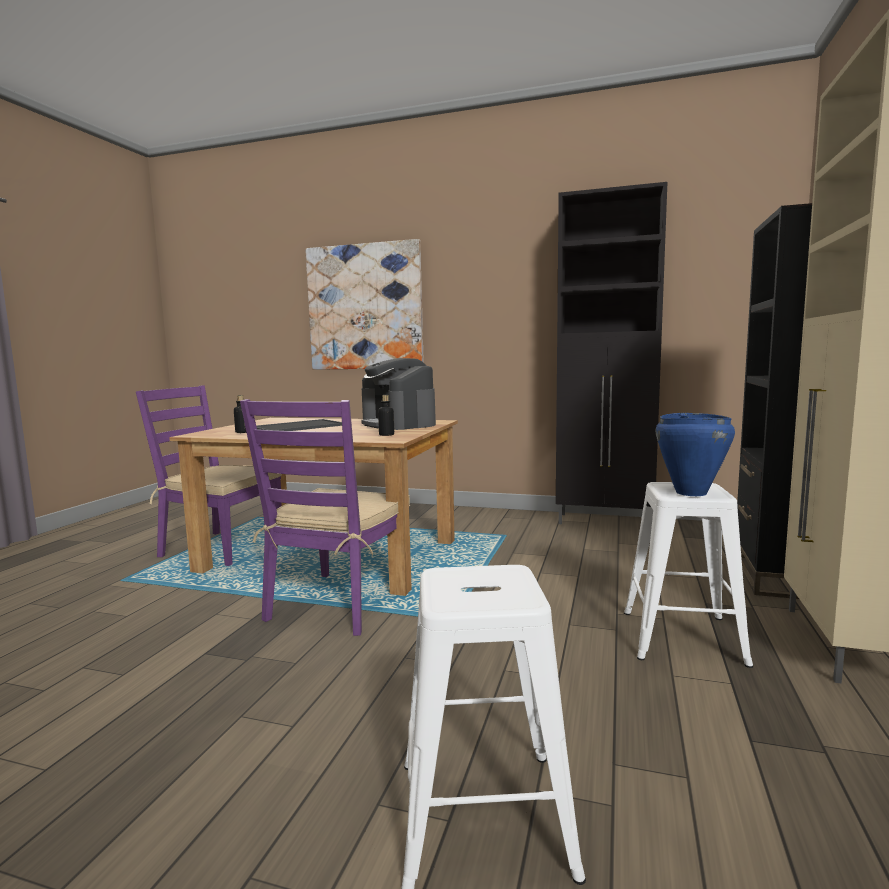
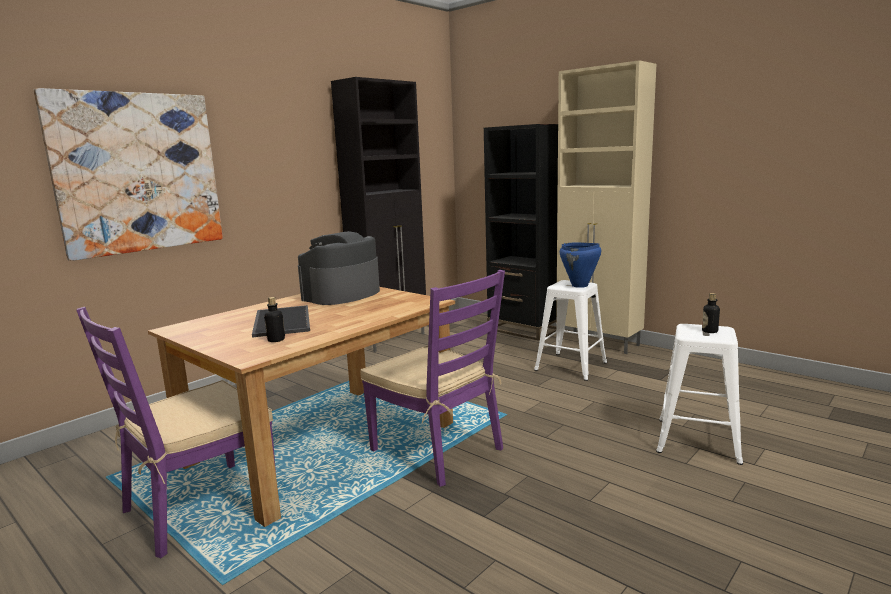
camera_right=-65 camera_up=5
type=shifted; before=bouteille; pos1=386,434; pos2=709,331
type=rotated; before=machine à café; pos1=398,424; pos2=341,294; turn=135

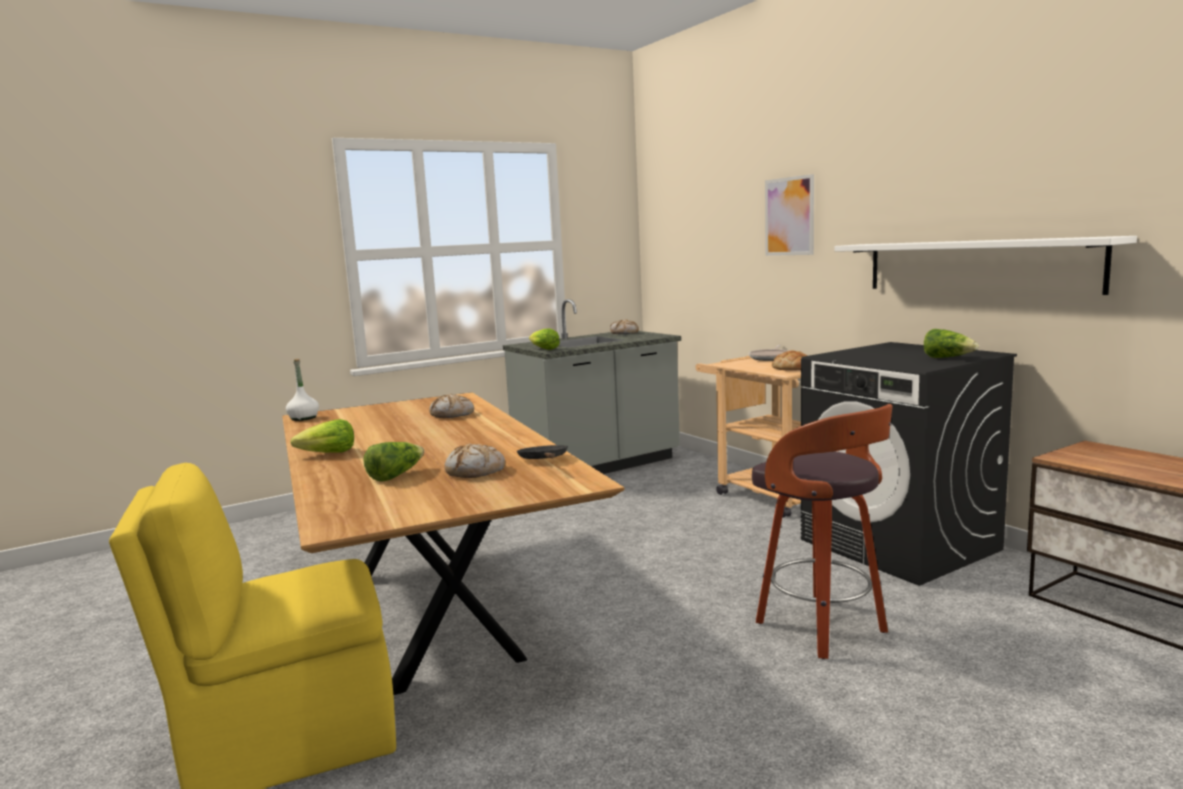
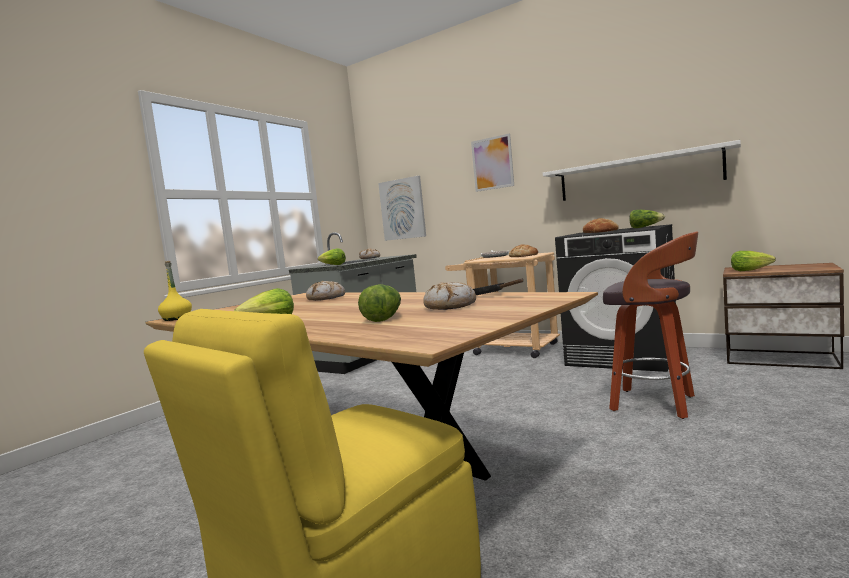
camera_right=-25 camera_up=-5
type=new; after=tableau; pos2=402,209
type=new; after=pain; pos2=600,232
type=new; after=laitue; pos2=750,270
type=repainted; before=bouteille (blanc); after=bouteille (jaune); pos1=303,418; pos2=177,318

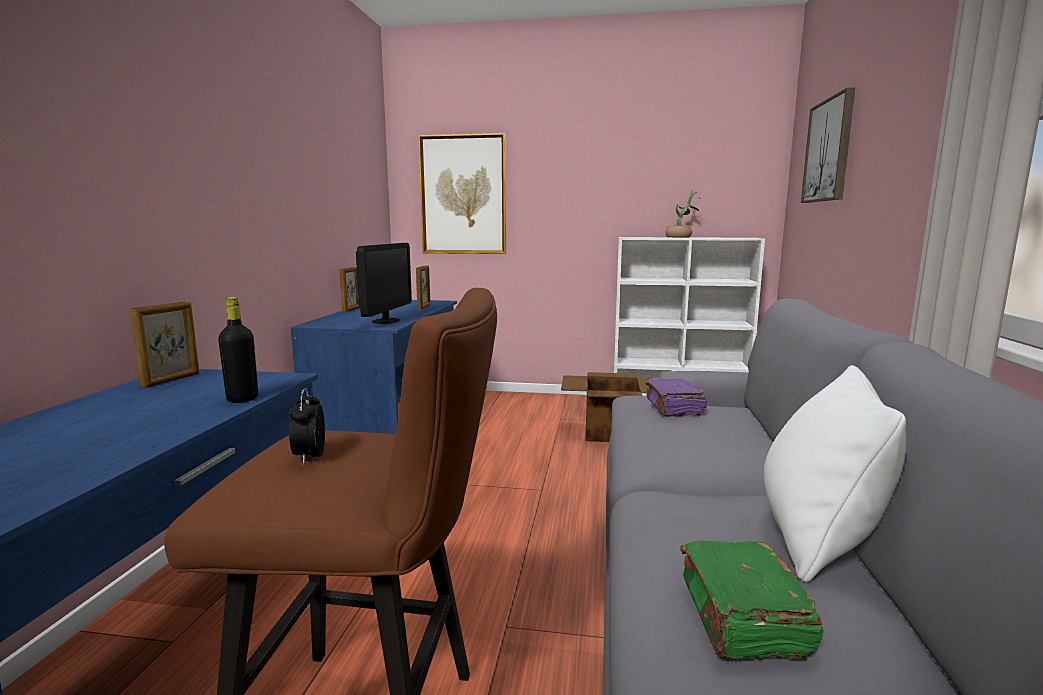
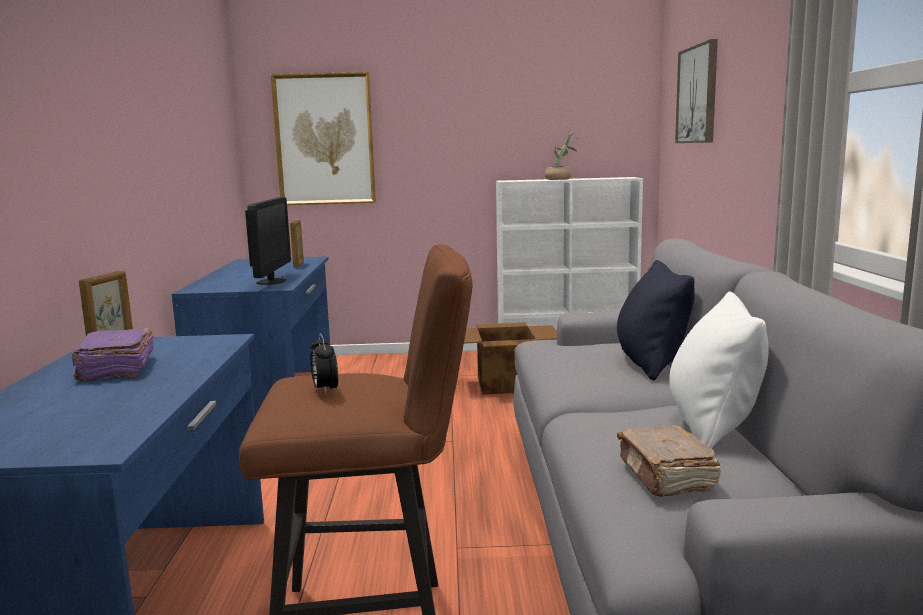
camera_right=-10 camera_up=0
type=gone; before=bouteille (noir); pos1=242,399
type=gone; before=cadre photo; pos1=352,309
type=new; after=coussin (noir); pos2=651,364
type=shifted; before=livre (violet); pos1=674,408; pos2=116,369
type=repainted; before=livre (vert); after=livre (marron); pos1=742,618; pos2=666,476

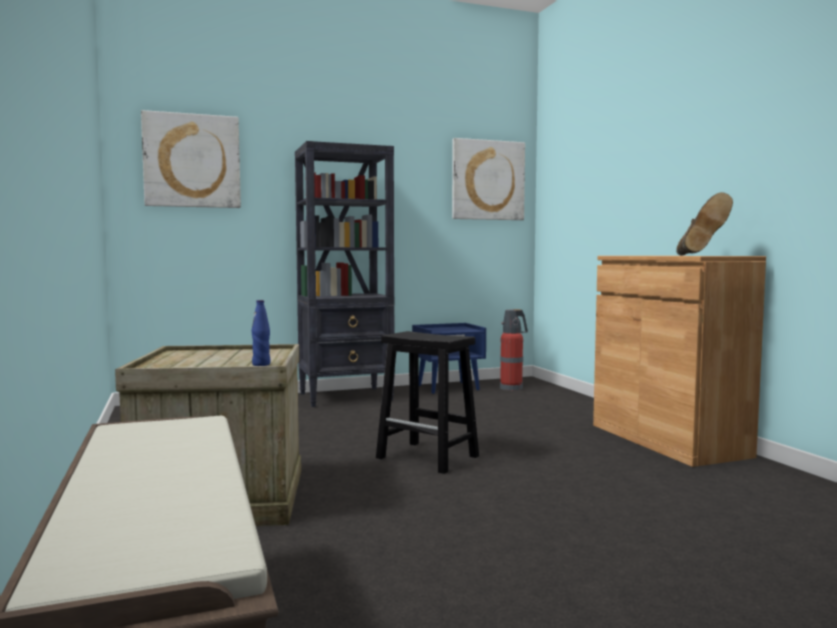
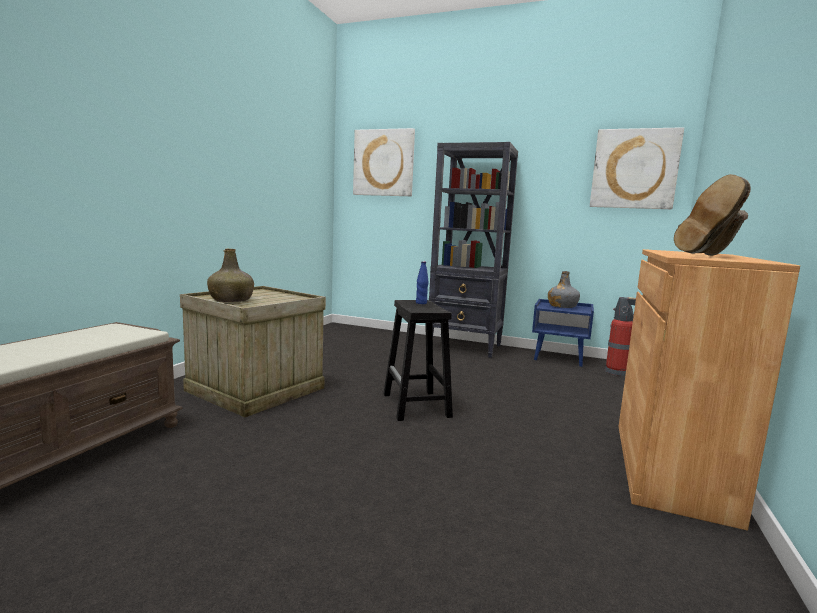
camera_right=40 camera_up=5
type=new; after=bouteille (vert); pos2=231,300
type=new; after=bouteille (gris); pos2=562,306
type=shifted; before=bouteille (bleu); pos1=261,364; pos2=421,303

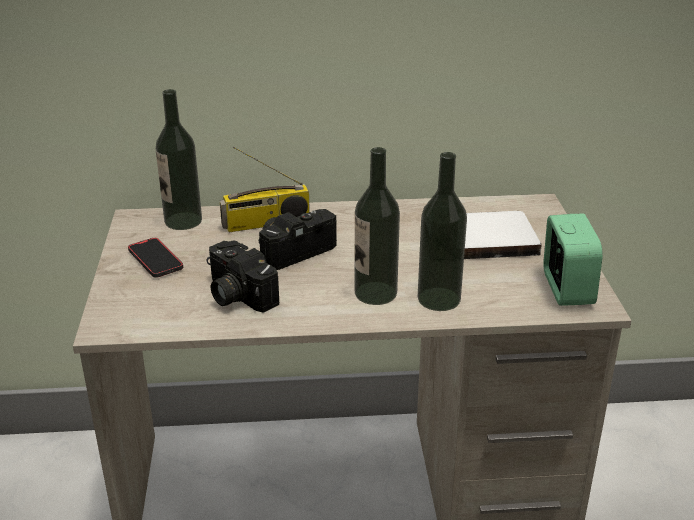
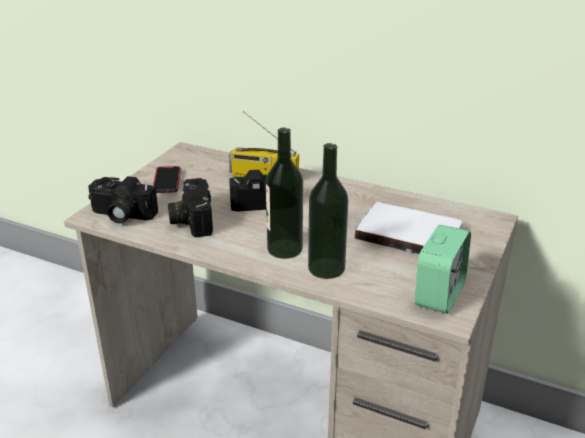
camera_right=30 camera_up=0
type=gone; before=bouteille; pos1=183,221
type=new; after=appareil photo; pos2=121,215

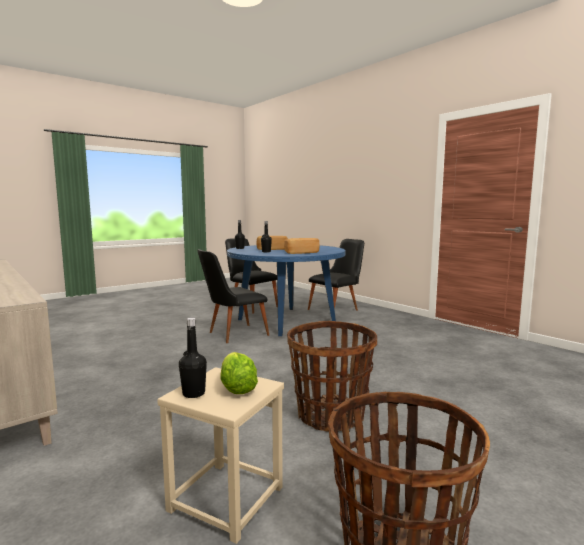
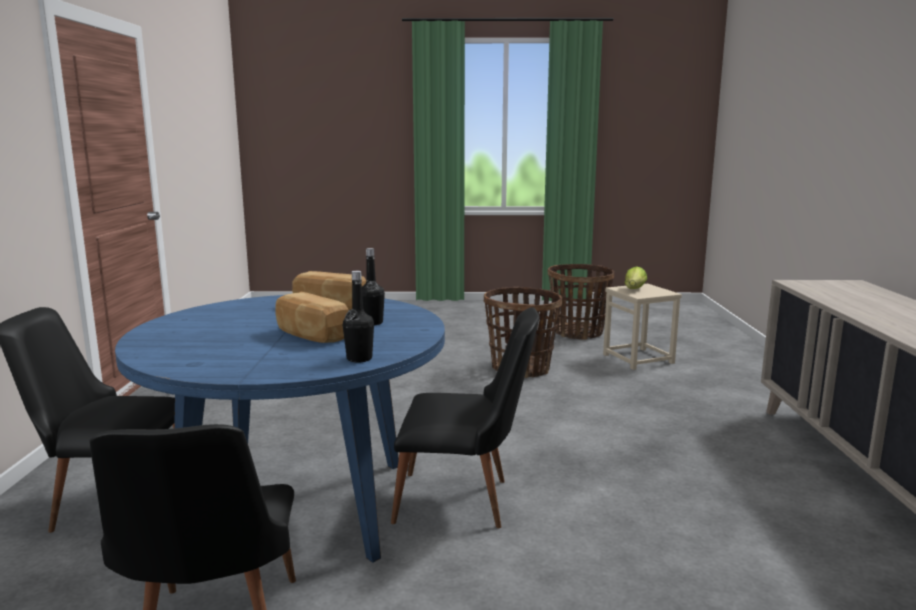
camera_right=-140 camera_up=5
type=gone; before=bouteille (noir); pos1=193,393

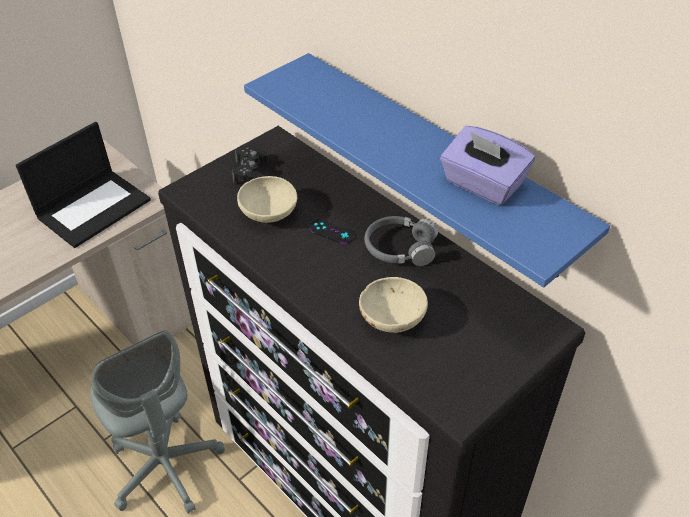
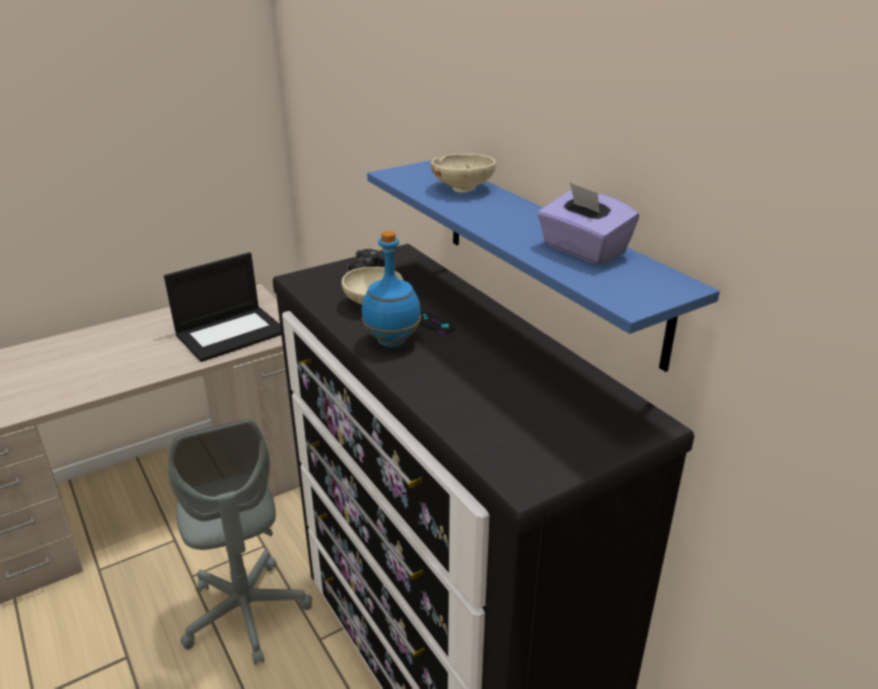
camera_right=10 camera_up=-15
type=gone; before=casque audio (gris); pos1=400,248
type=new; after=bouteille (bleu); pos2=391,342
type=shifted; before=bol (beige); pos1=392,318; pos2=463,188

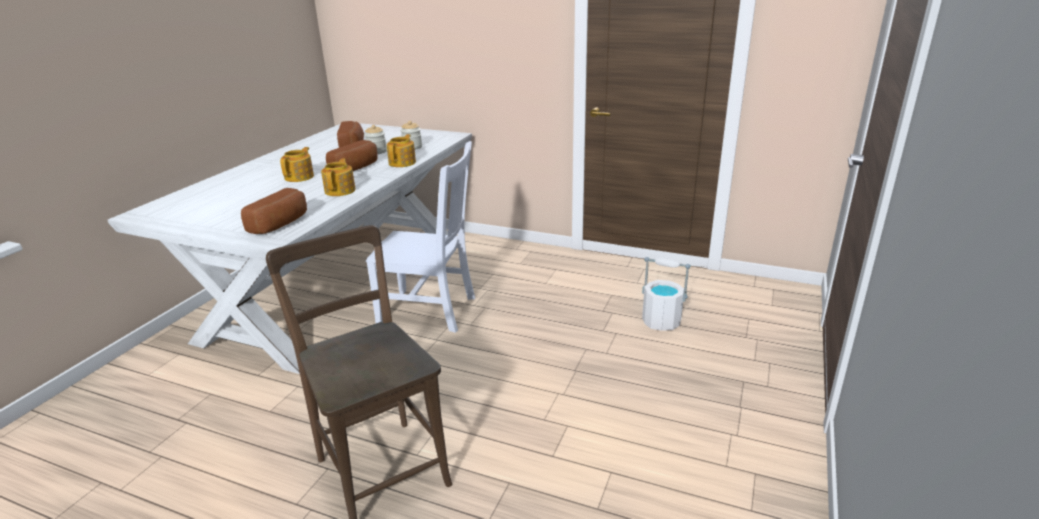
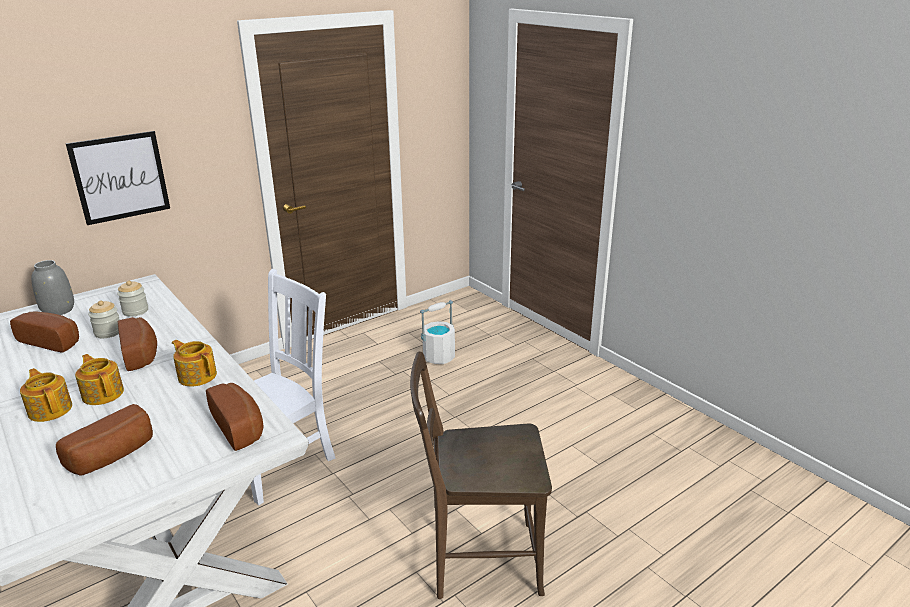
camera_right=-60 camera_up=0
type=new; after=vase (gris); pos2=58,310
type=new; after=pain; pos2=114,456
type=new; after=tableau; pos2=120,177
type=shifted; before=théière; pos1=403,162; pos2=50,409

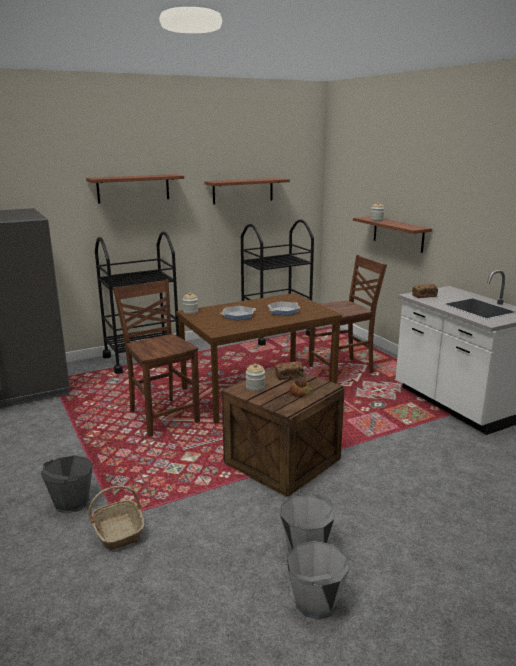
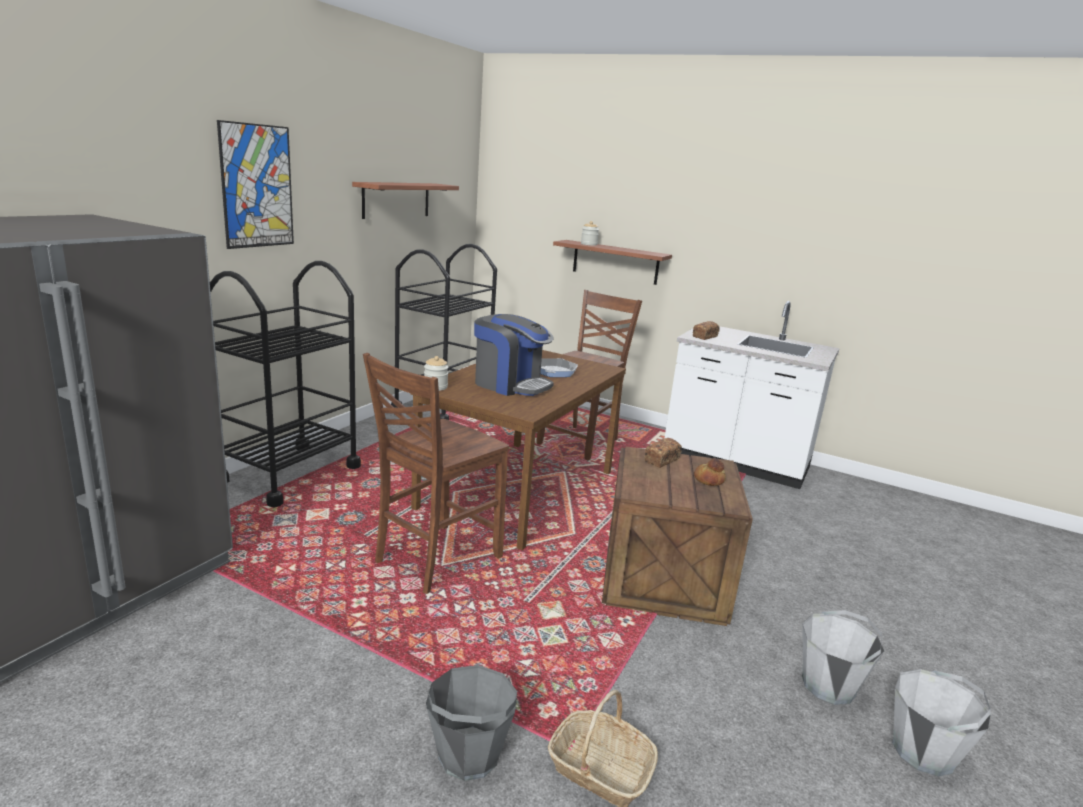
camera_right=-35 camera_up=0
type=gone; before=bocal; pos1=255,387
type=swapped; before=étagère; after=tableau; pos1=133,188; pos2=257,186
type=swapped; before=poêle; after=machine à café; pos1=238,315; pos2=510,384
type=rotated; before=chaise (marron); pos1=162,416; pos2=435,559; turn=-75

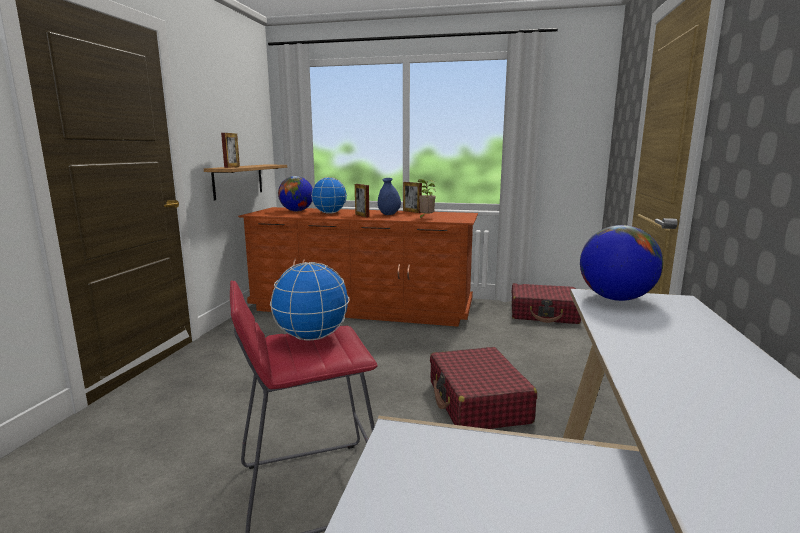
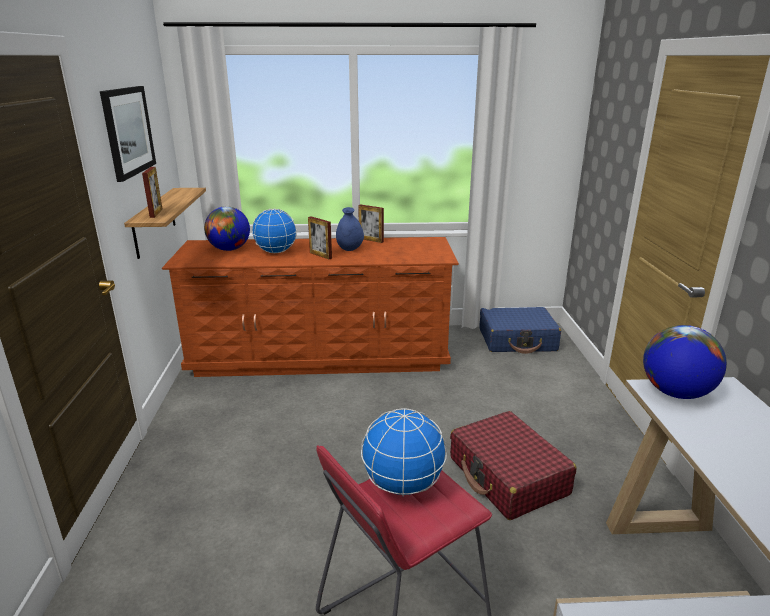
camera_right=-15 camera_up=10
type=gone; before=plante en pot; pos1=425,218
type=new; after=tableau; pos2=128,131
type=repainted; before=valise (rouge); after=valise (bleu); pos1=544,313; pos2=517,340

